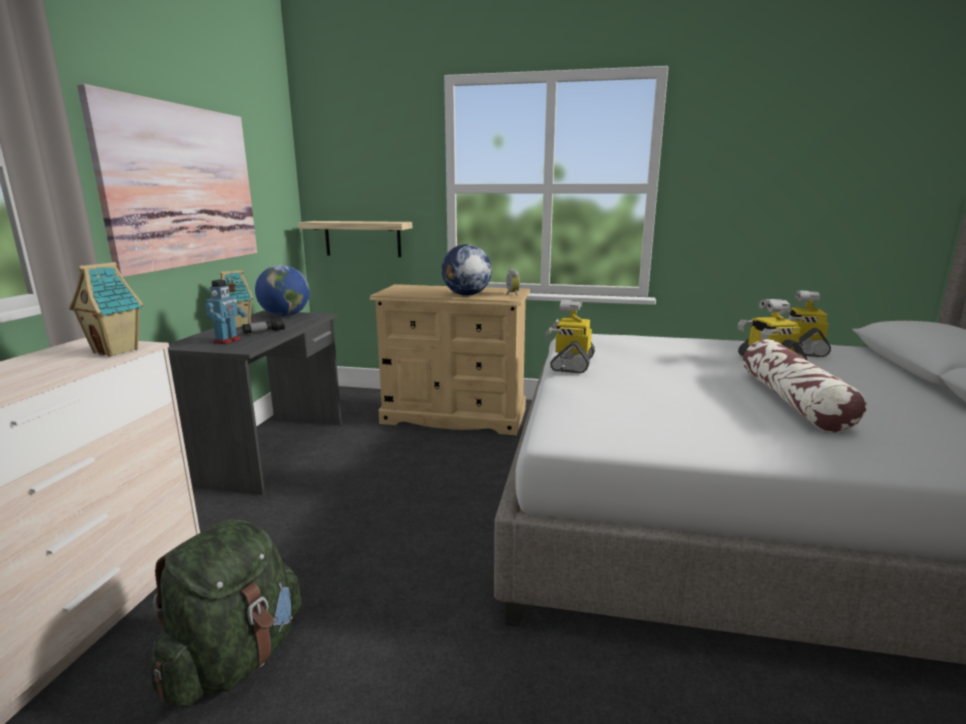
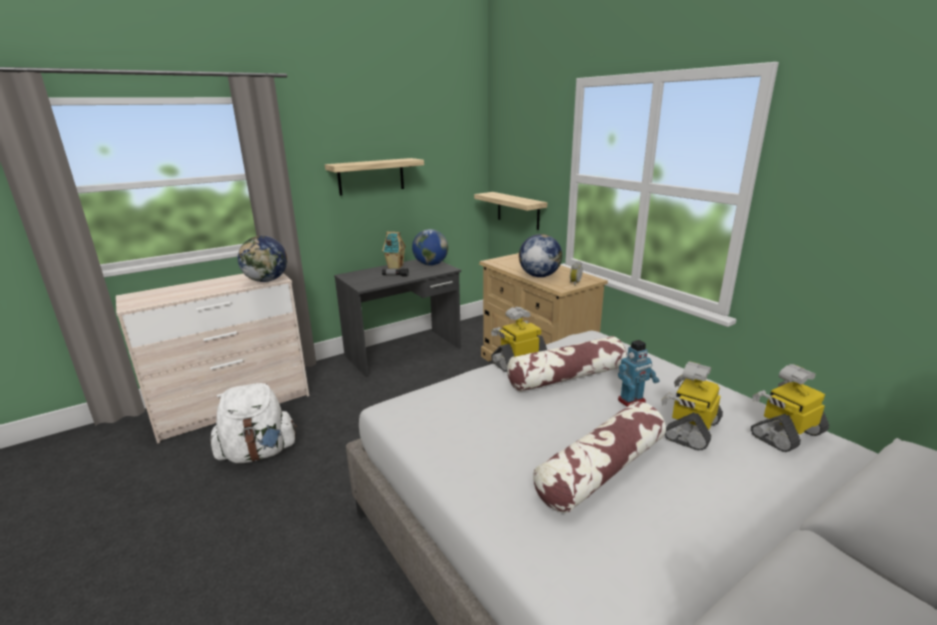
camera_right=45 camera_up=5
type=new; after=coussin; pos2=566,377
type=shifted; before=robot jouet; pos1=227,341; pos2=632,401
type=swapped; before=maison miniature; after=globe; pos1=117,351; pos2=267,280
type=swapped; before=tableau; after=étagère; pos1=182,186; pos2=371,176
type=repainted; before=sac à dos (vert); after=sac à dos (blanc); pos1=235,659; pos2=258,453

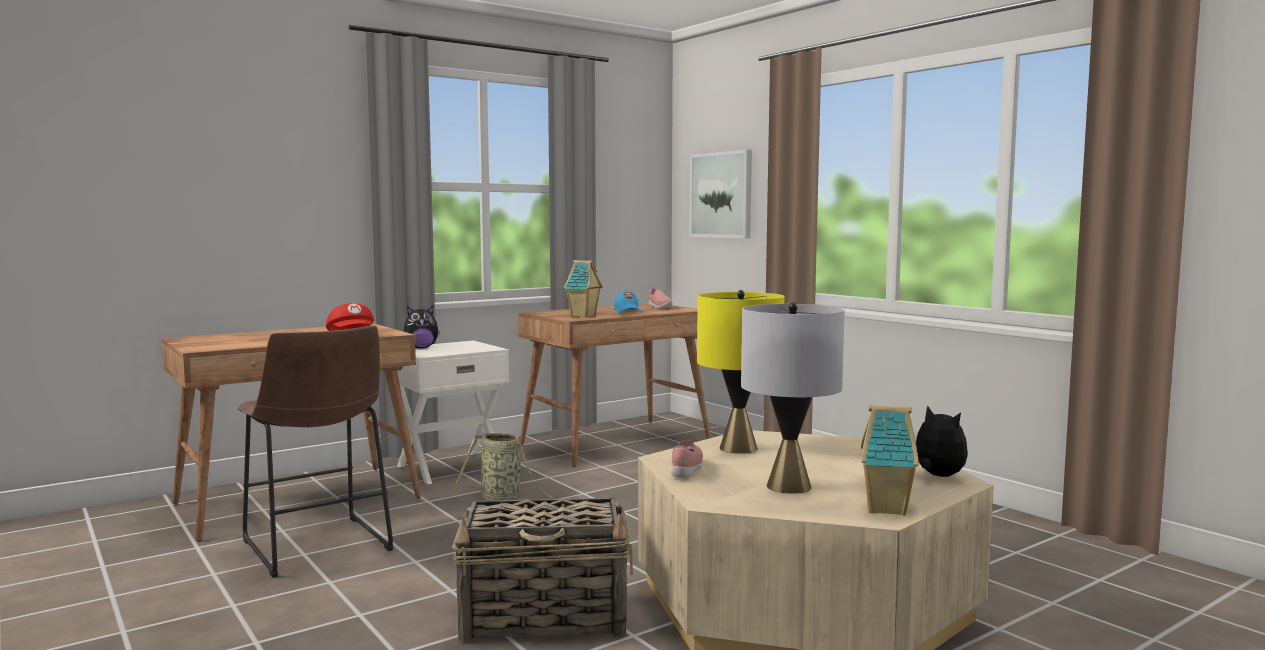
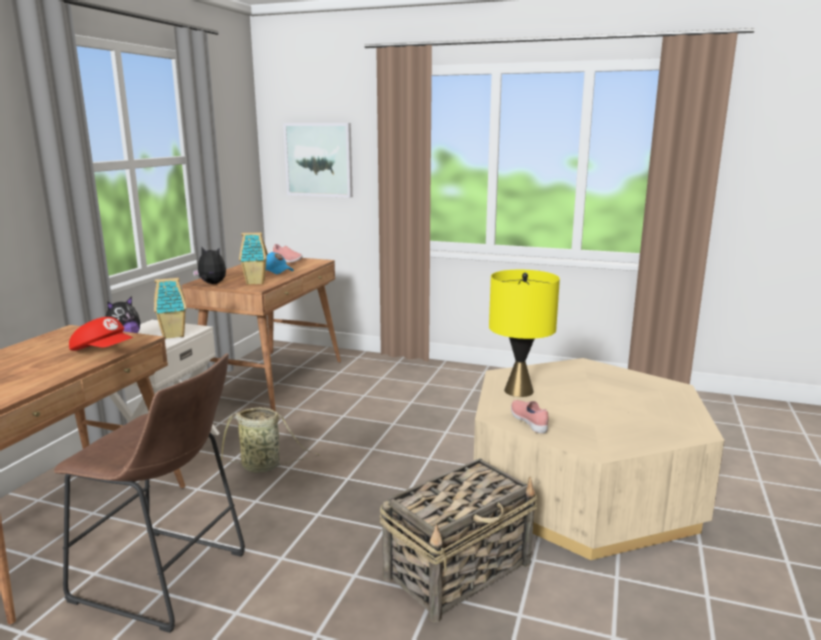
camera_right=-35 camera_up=10
type=gone; before=lampe de table (gris); pos1=788,486
type=shifted; before=maison miniature; pos1=888,509; pos2=174,335
type=shifted; before=peluche; pos1=937,476; pos2=211,284

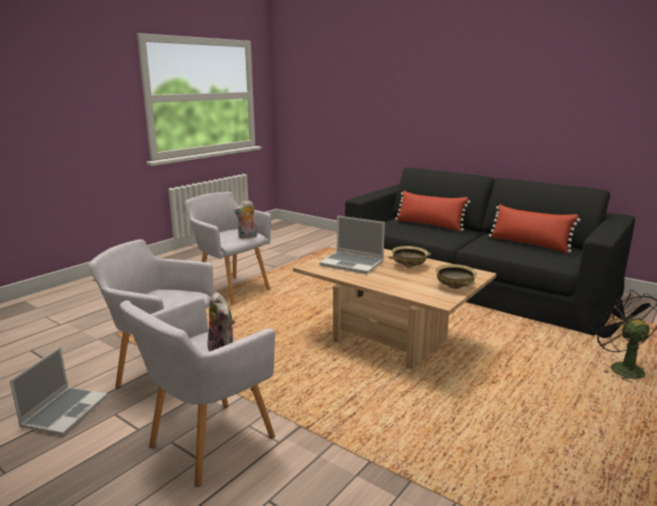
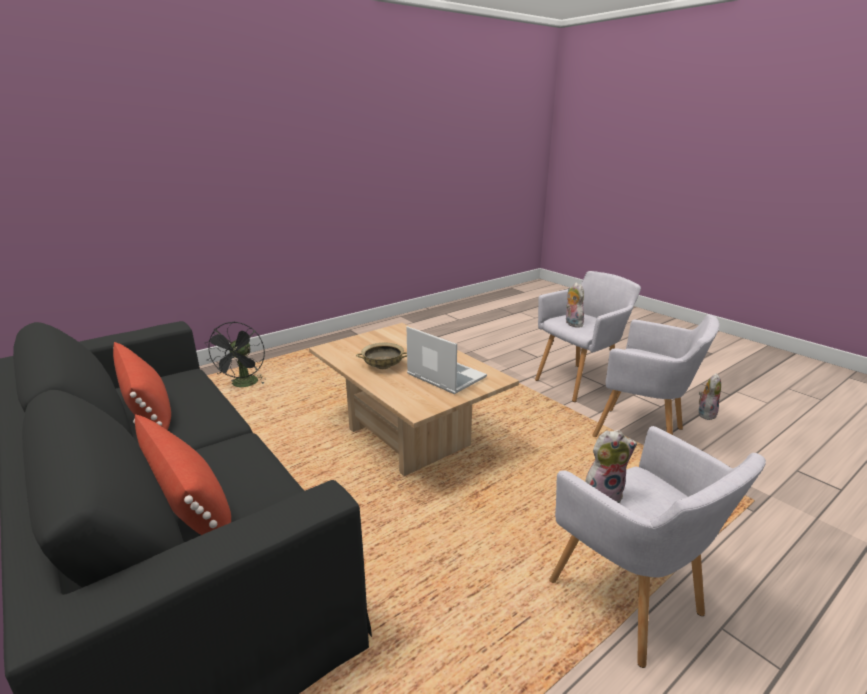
camera_right=-165 camera_up=5
type=gone; before=bol (beige); pos1=455,286
type=swapped; before=ordinateur portable; after=peluche; pos1=65,411; pos2=705,413

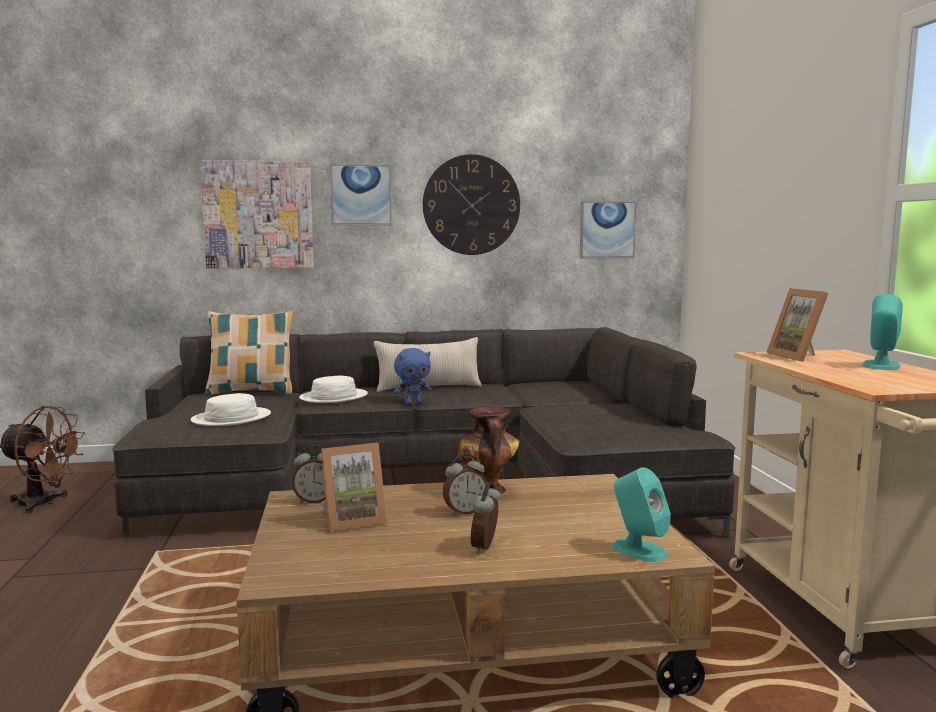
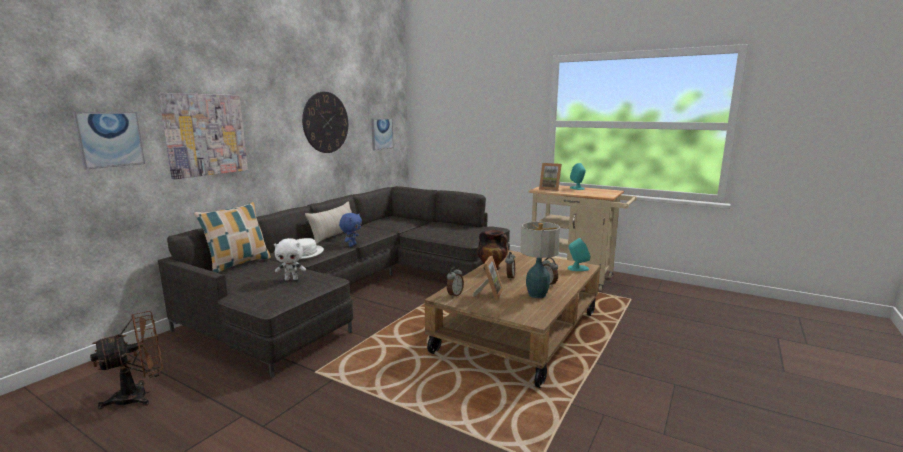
camera_right=-50 camera_up=5
type=new; after=lampe de table; pos2=537,295
type=shifted; before=tableau; pos1=361,195; pos2=110,139
type=swapped; before=chapeau (blanc); after=peluche (blanc); pos1=231,418; pos2=291,279

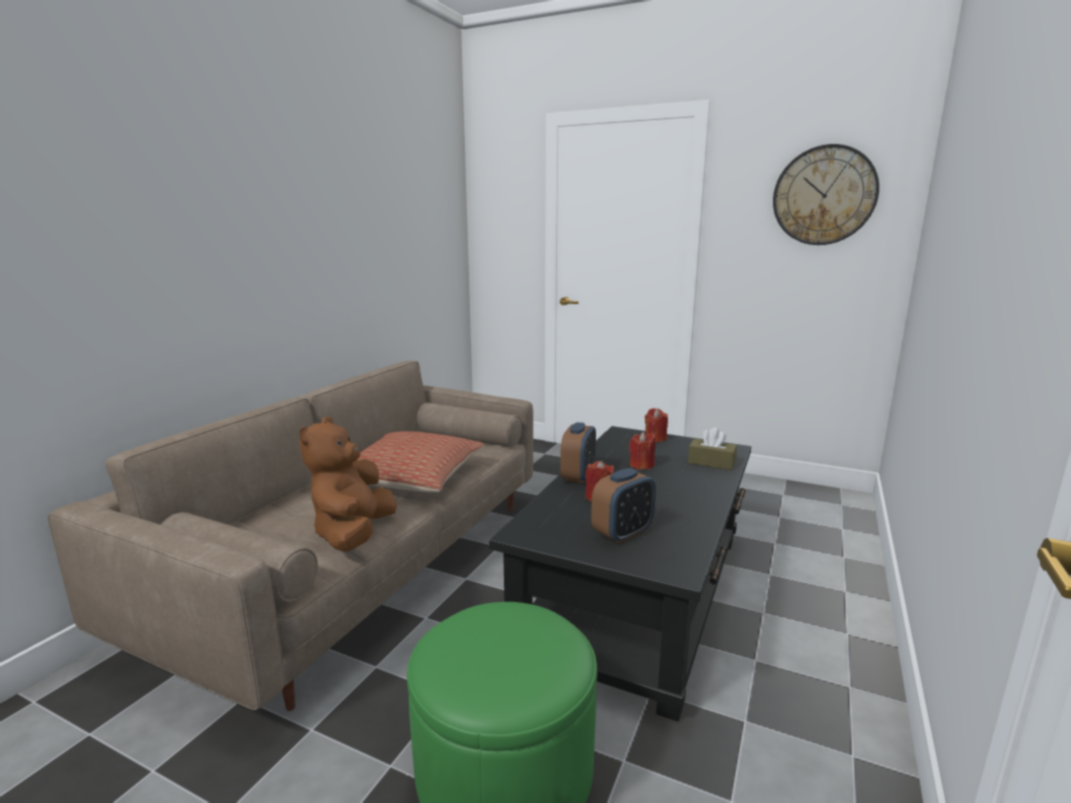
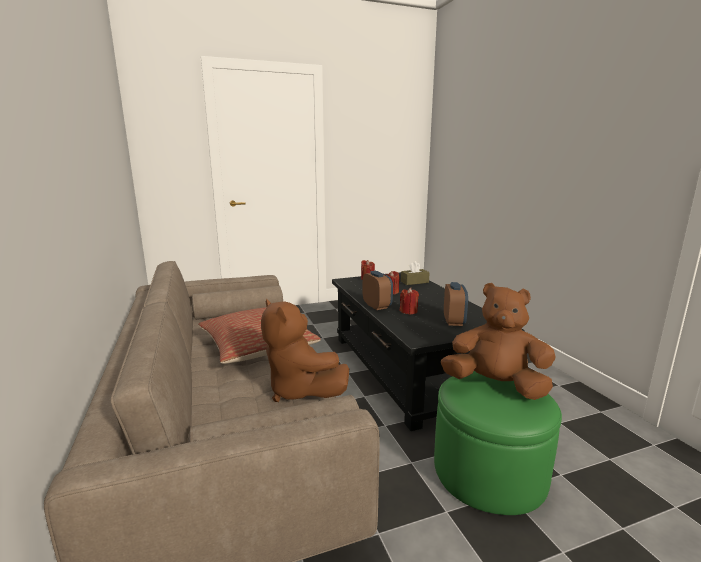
camera_right=-45 camera_up=0
type=gone; before=horloge murale; pos1=824,195
type=new; after=peluche (marron); pos2=495,385

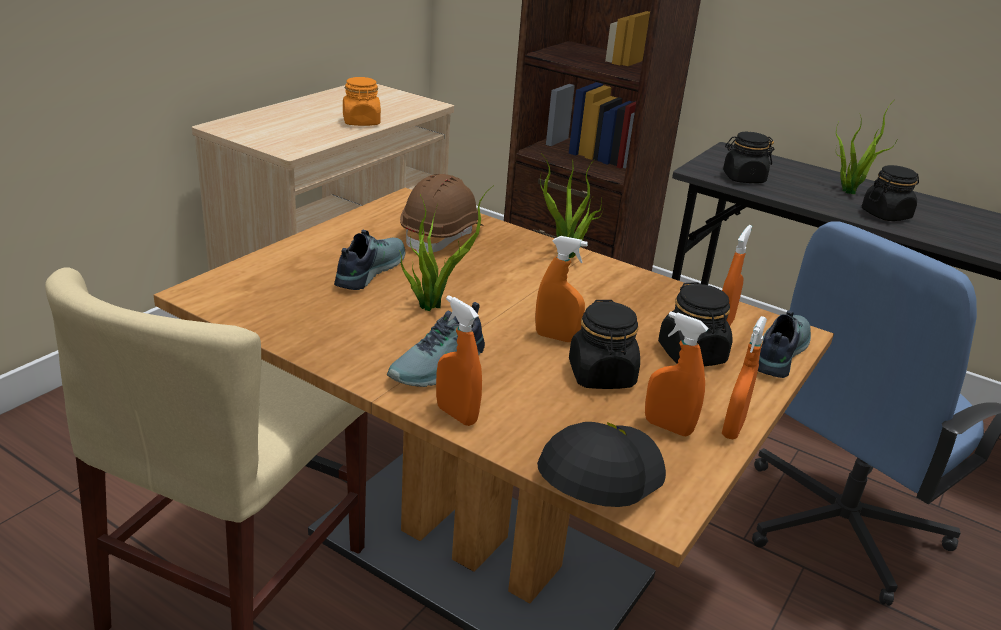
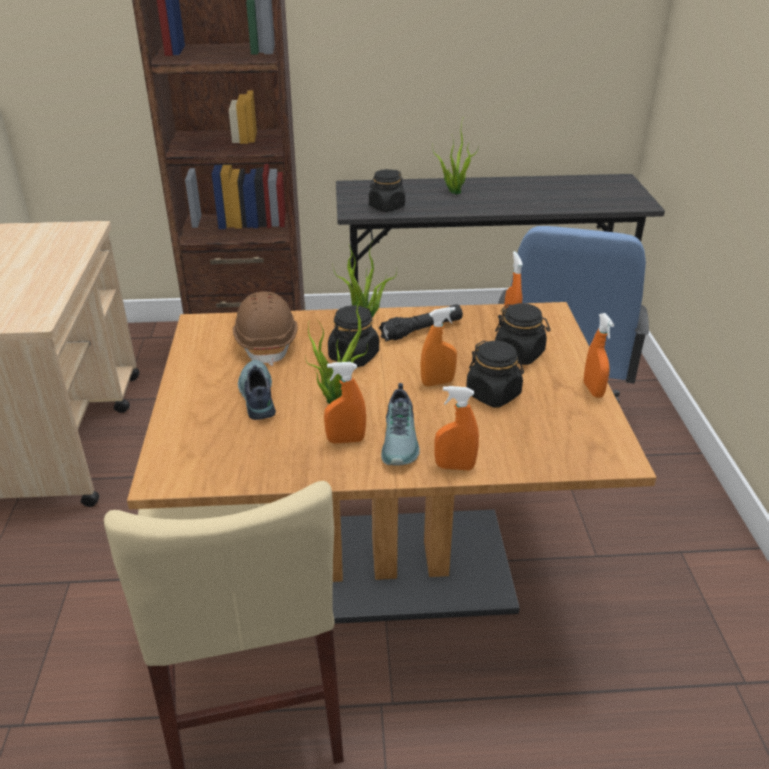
camera_right=-35 camera_up=5
type=gone; before=bocal (orange); pos1=361,122
type=gone; before=casquette (noir); pos1=598,475
type=gone; before=chaussure; pos1=778,352
type=new; after=lampe de poche (noir); pos2=421,330
type=shifted; before=vaporisateur (orange); pos1=667,427; pos2=345,440
type=shifted; before=bocal (noir); pos1=886,215; pos2=354,356

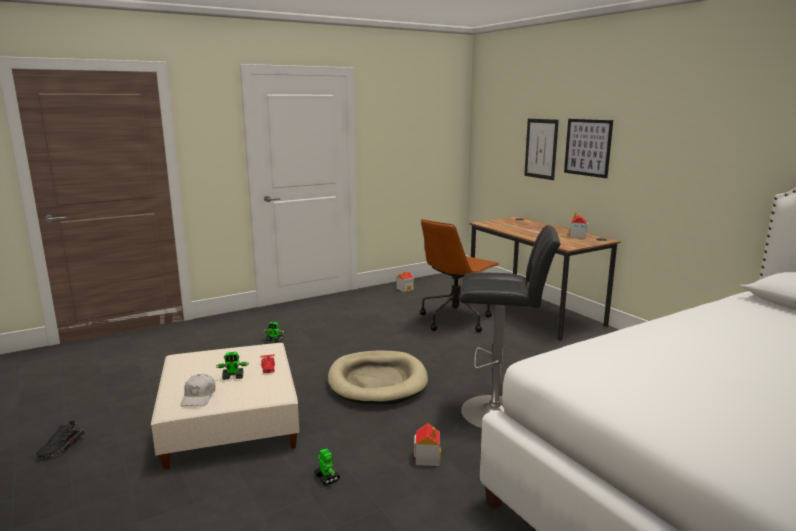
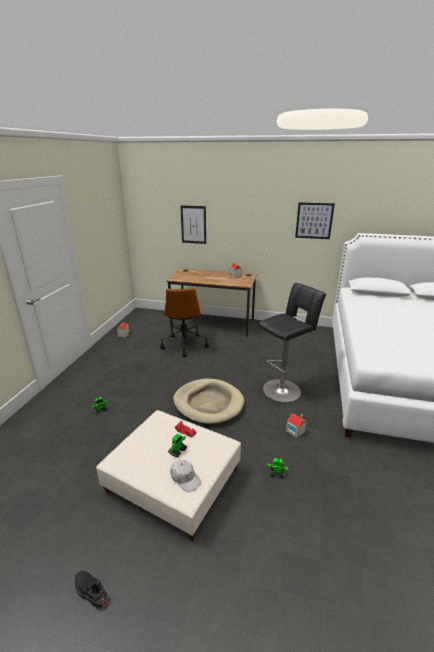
camera_right=-45 camera_up=10
type=shifted; before=tableau; pos1=587,147; pos2=314,220
type=rotated; before=chaussure (noir); pos1=62,447; pos2=90,592; turn=150

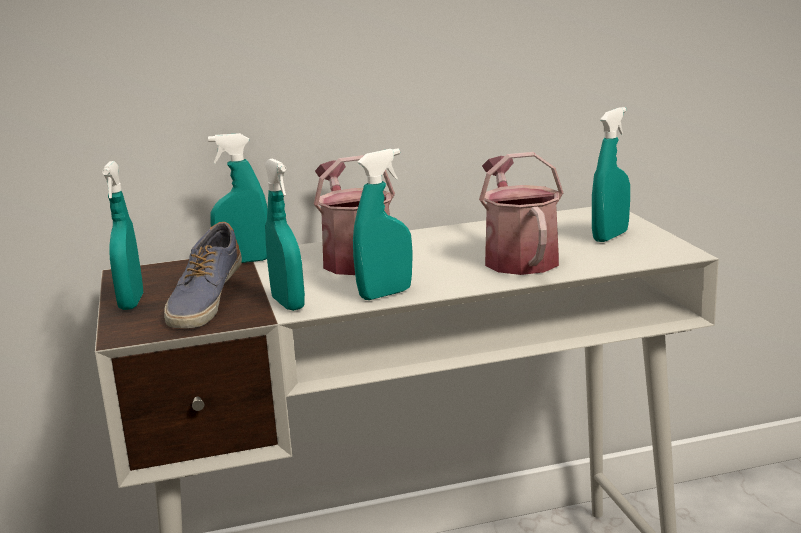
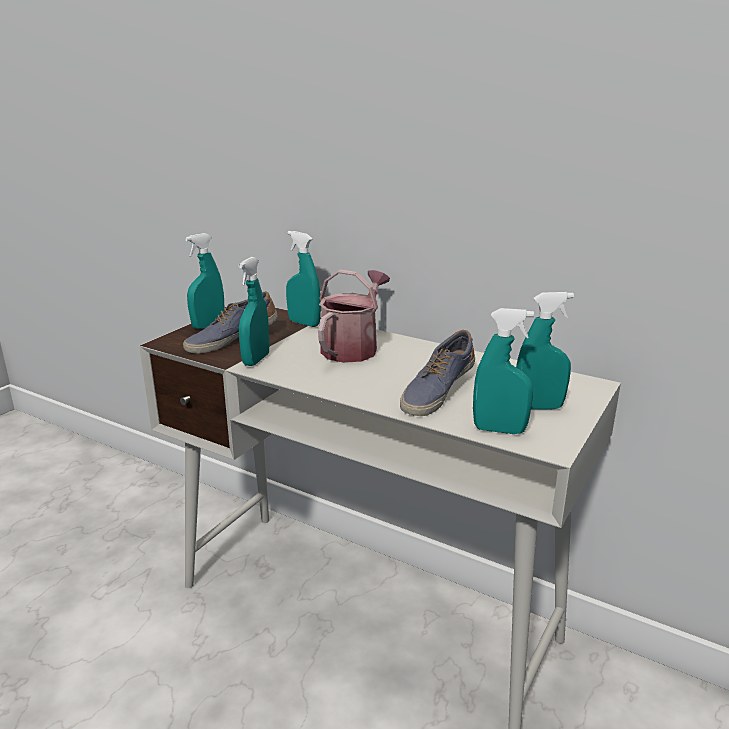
camera_right=45 camera_up=5
type=shifted; before=vaporisateur (turquoise); pos1=385,294; pos2=499,430
type=swapped; before=arrosoir; after=chaussure; pos1=518,257; pos2=436,392

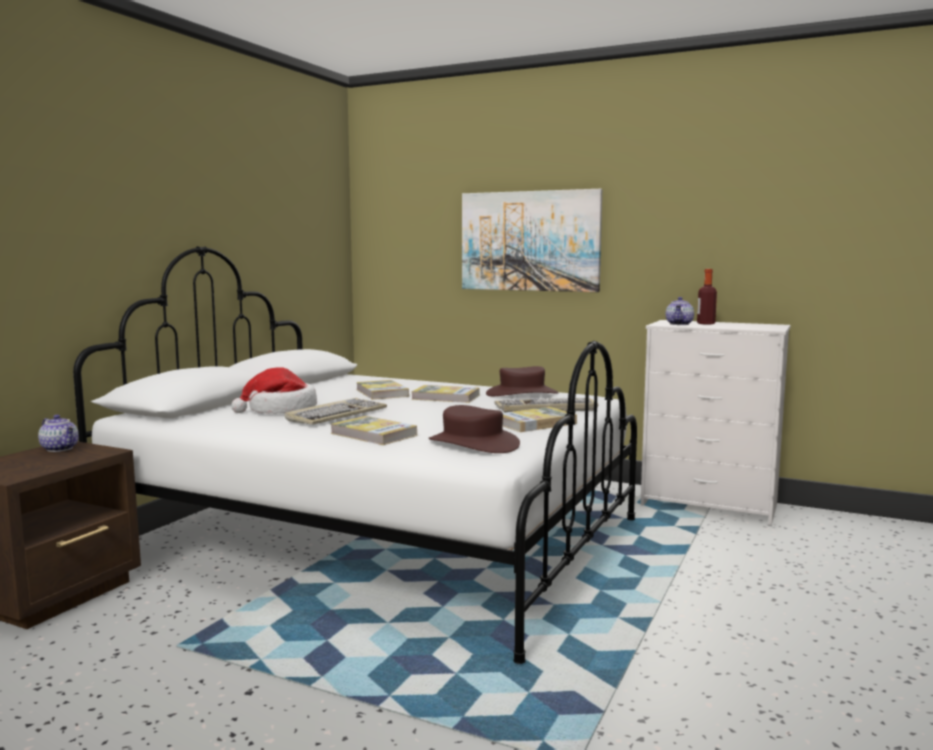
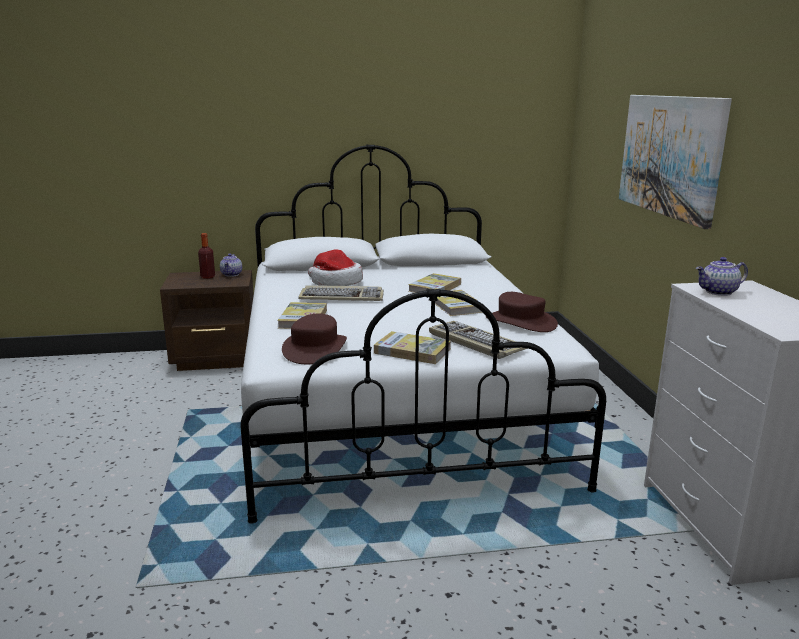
camera_right=55 camera_up=10
type=shifted; before=bouteille; pos1=705,323; pos2=207,277

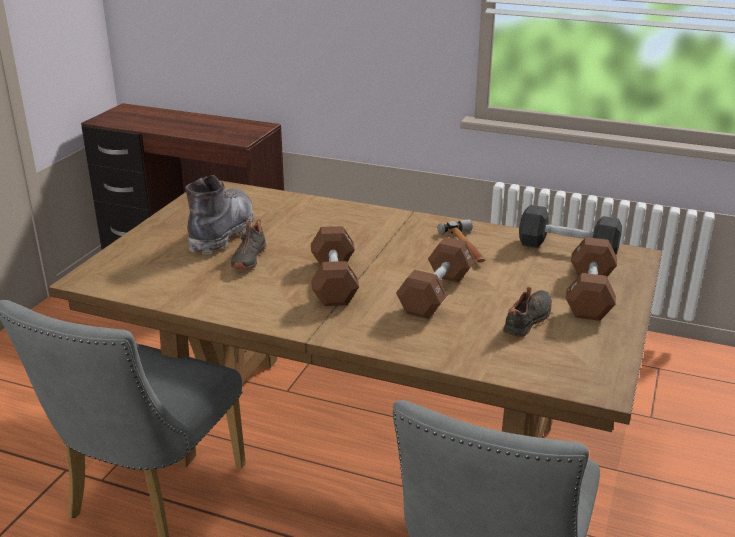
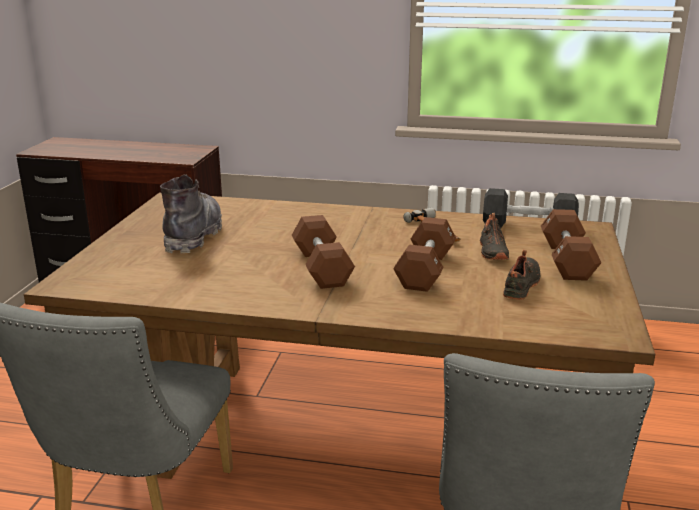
camera_right=-10 camera_up=-5
type=shifted; before=chaussure (noir); pos1=247,258; pos2=491,251

